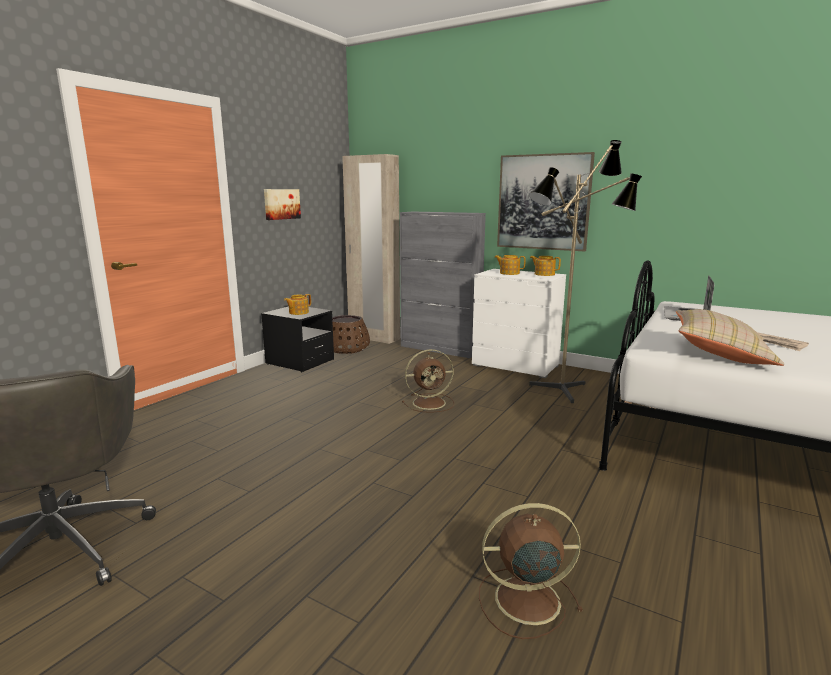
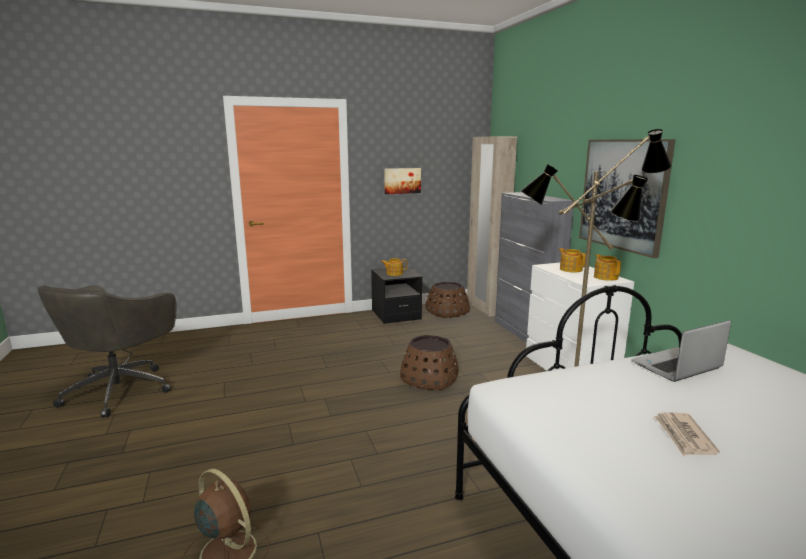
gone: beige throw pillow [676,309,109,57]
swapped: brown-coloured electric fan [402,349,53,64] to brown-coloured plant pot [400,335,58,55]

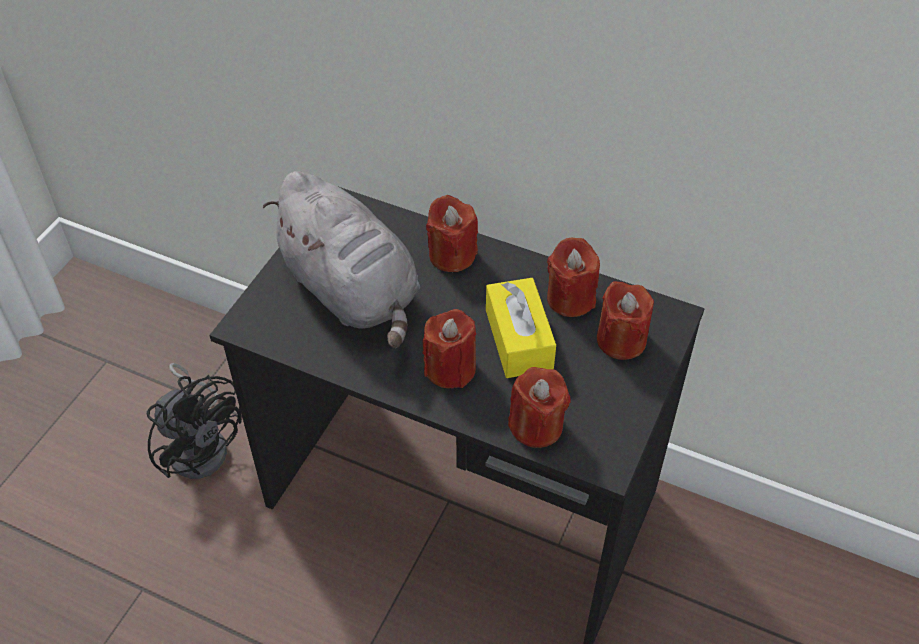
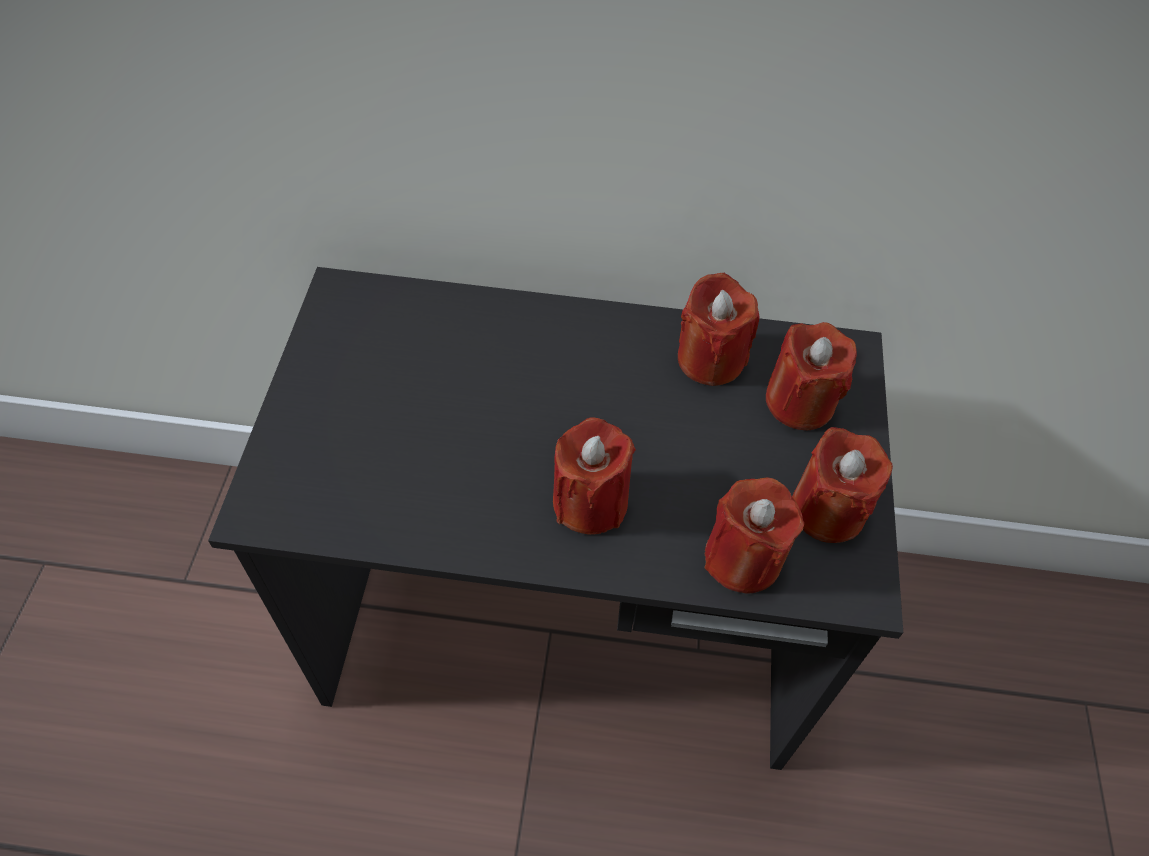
gone: black electric fan [147,363,95,116]; gray plush toy [263,171,157,177]; yellow-coloured tissue box [486,278,70,100]
shifted: reddish candle [426,195,52,77] to [792,427,101,116]

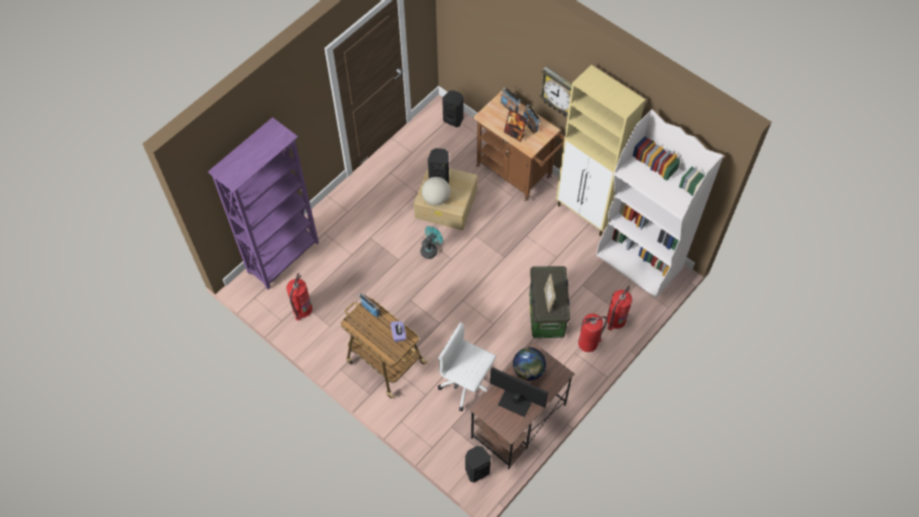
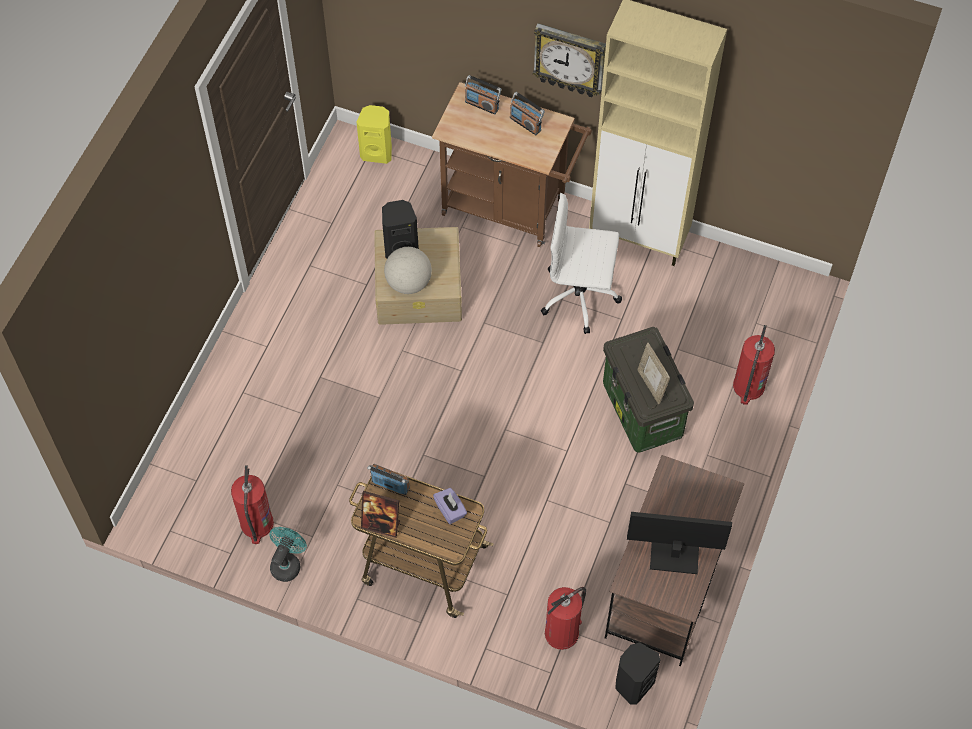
gone: purple bookcase [208,117,111,173]; world globe [513,347,33,34]; whitish bookcase [596,109,128,189]
shifted: blue-green electric fan [420,226,23,33] to [269,527,38,55]; whitish desk chair [438,322,58,89] to [541,193,81,141]; picture frame [504,109,23,33] to [361,491,39,47]; fire extinguisher [578,313,30,39] to [545,587,41,63]
repainted: black loudspeaker [442,90,22,37] to yellow-coloured loudspeaker [356,105,36,59]

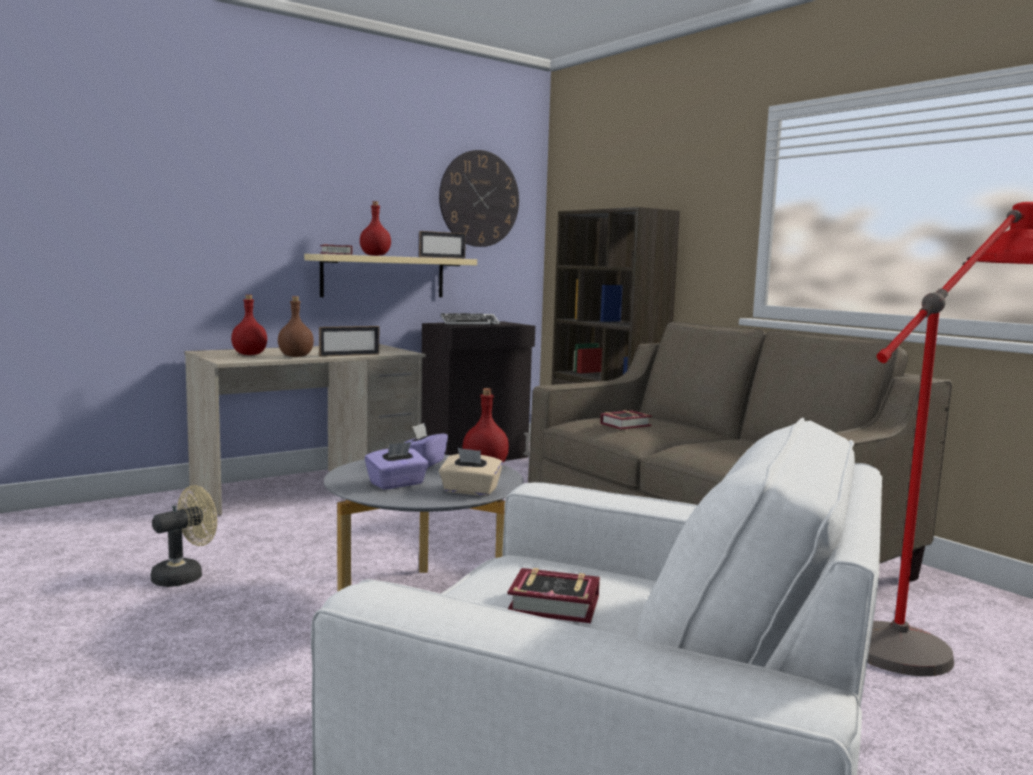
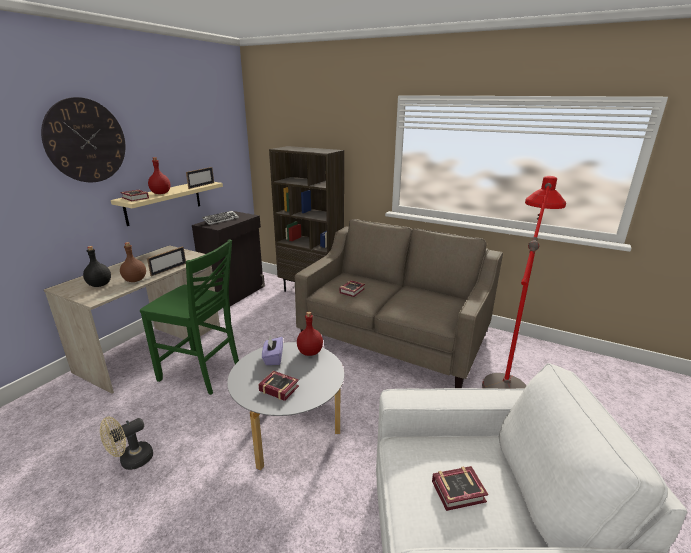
gone: beige tissue box [439,448,64,48]
new: green chair [140,239,99,156]
shifted: clock on the wall [439,150,80,97] to [41,97,85,85]
swapped: purple tissue box [365,442,64,48] to book [258,371,41,30]
repainted: reddish beverage bottle [231,295,36,60] to black beverage bottle [83,246,28,41]
rotated: beige electric fan [151,485,66,102] = [100,417,53,53] 150 degrees counterclockwise

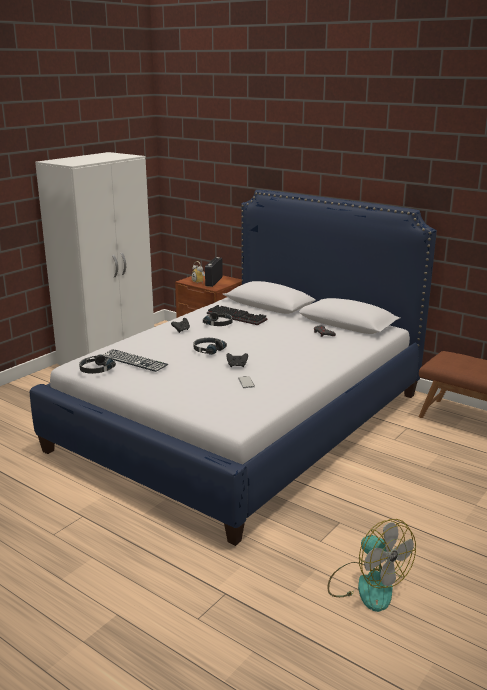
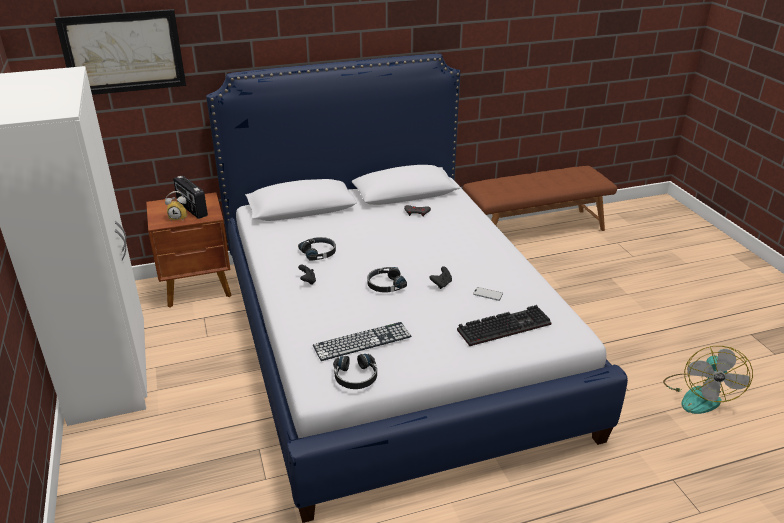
new: picture [54,9,132,86]
shifted: computer keyboard [207,305,60,20] to [457,305,95,41]
rotated: electric fan [327,519,89,93] = [663,346,90,68] 105 degrees clockwise

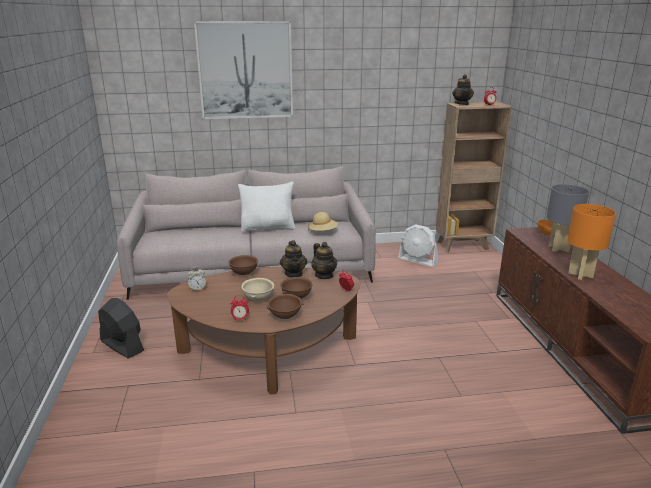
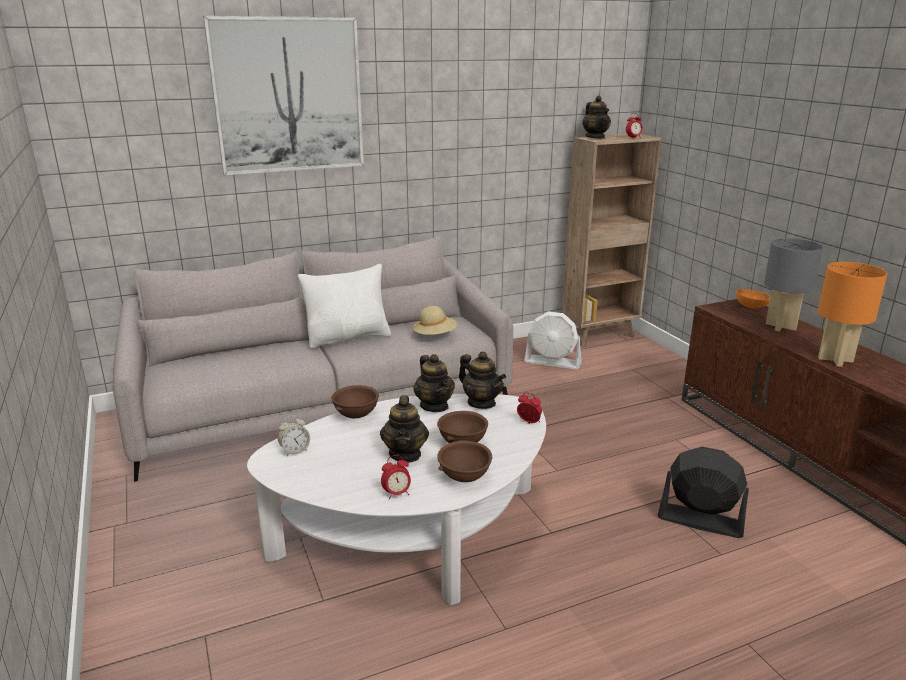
shifted: black electric fan [98,298,46,61] to [658,447,91,91]
swapped: beige serving bowl [242,278,32,23] to tea pot [380,395,49,68]
repainted: brown-coloured coffee table [167,267,193,127] to whitish coffee table [247,394,299,211]

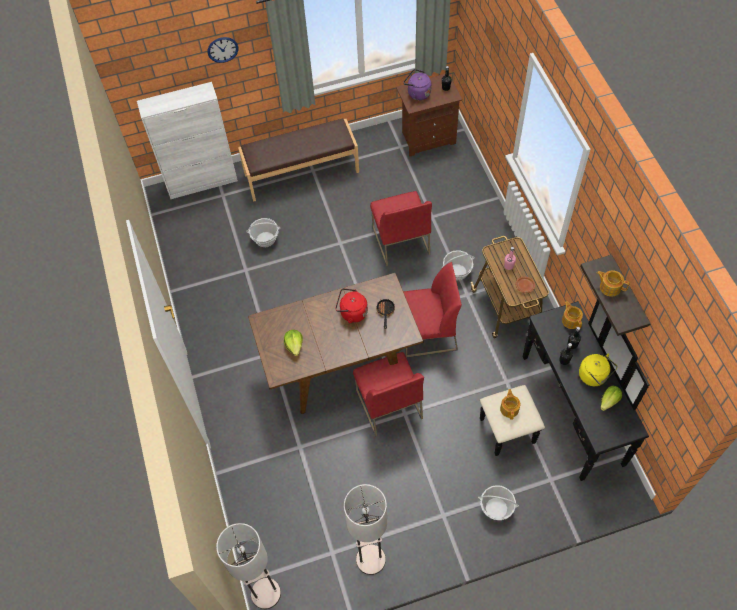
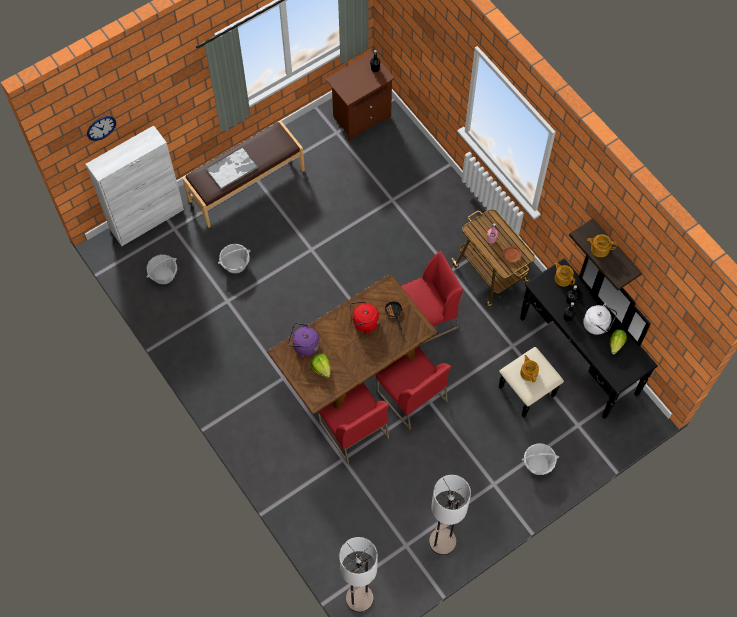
new: serving tray [206,147,52,42]
shifted: clock on the wall [208,37,30,26] to [87,116,29,25]; reddish chair [370,191,62,75] to [318,383,71,81]; purple water kettle [403,69,29,31] to [288,323,31,34]; basket [442,250,33,31] to [146,255,31,29]
repainted: yellow-coloured water kettle [579,354,39,32] to whitish water kettle [583,302,34,33]

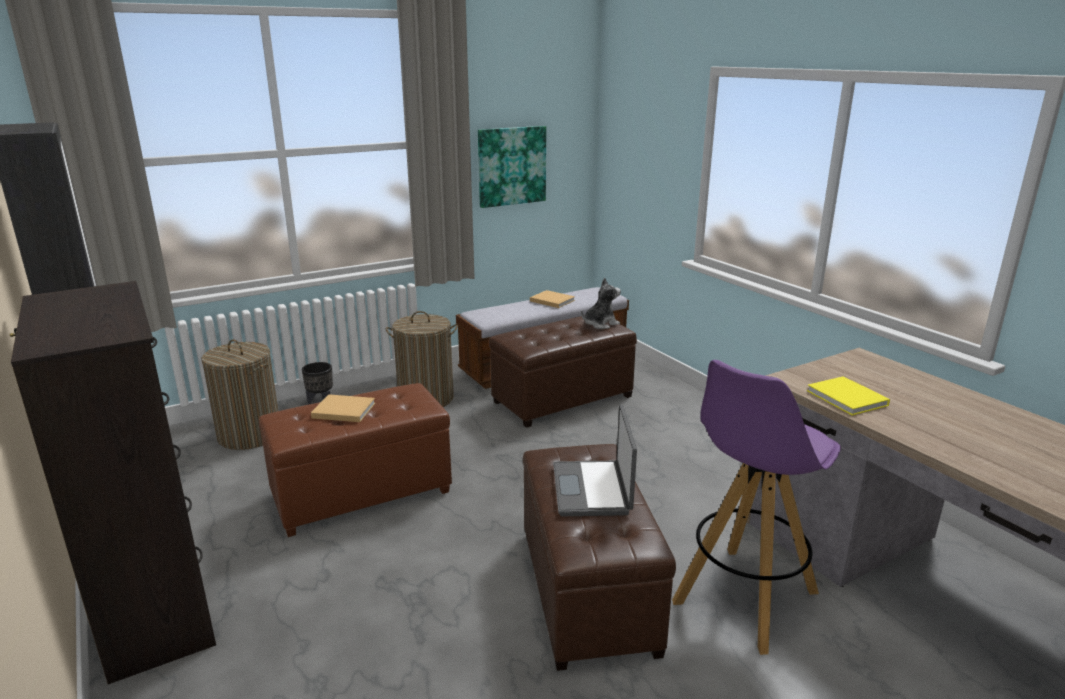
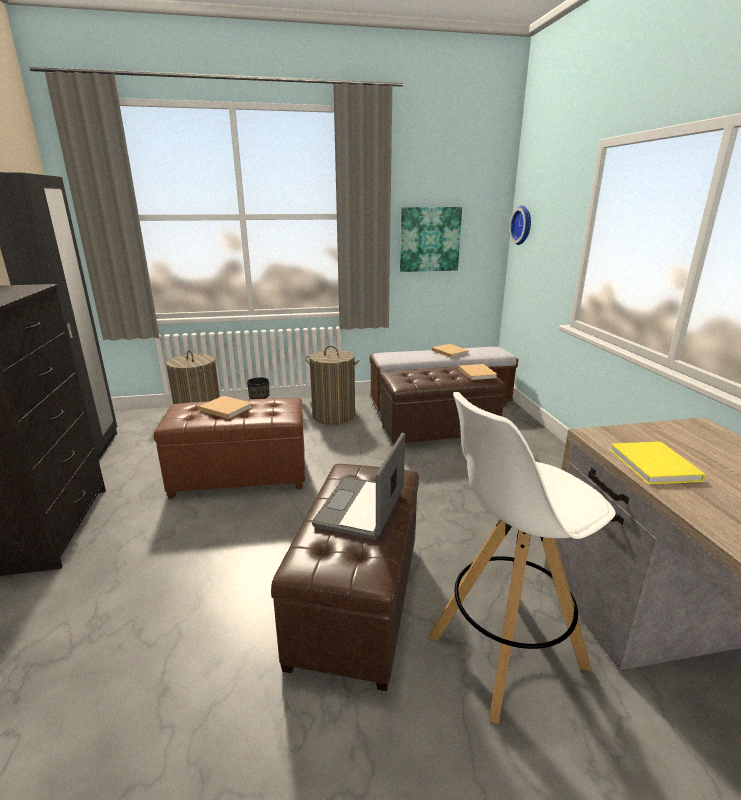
new: clock on the wall [509,206,22,39]
swapped: plush toy [581,278,40,51] to beige book [459,364,39,16]
repainted: purple stool [672,360,169,295] to whitish stool [428,392,188,332]

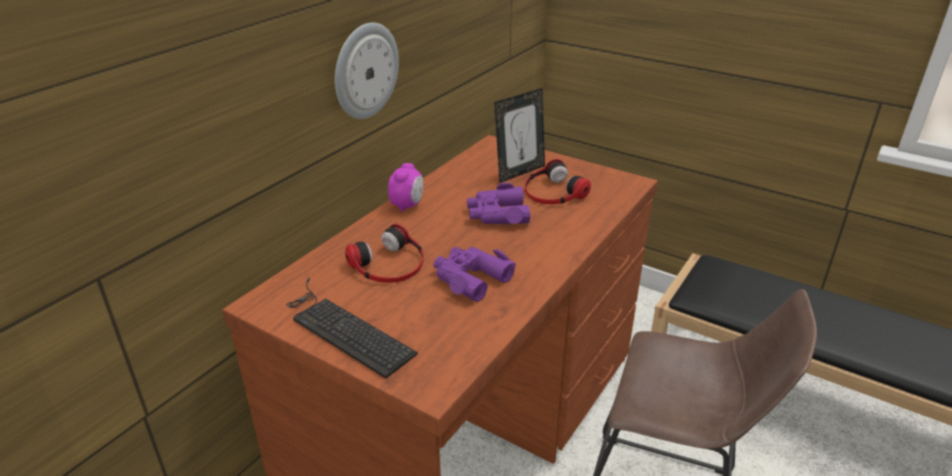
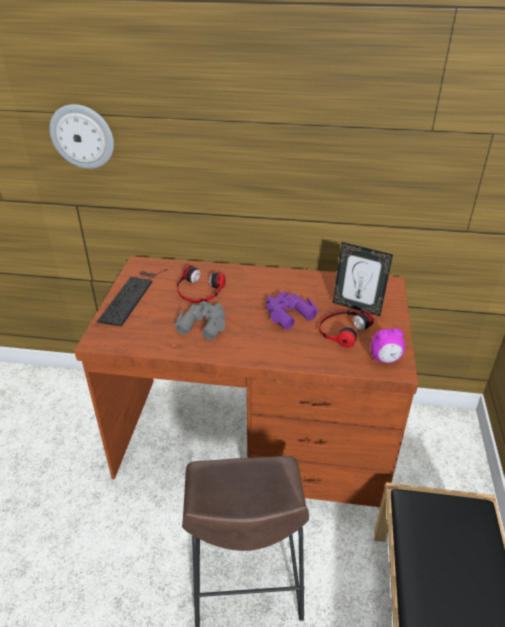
shifted: clock on the wall [335,23,64,96] to [49,104,65,65]; alarm clock [388,163,35,49] to [371,328,34,35]
repainted: purple binoculars [433,247,83,55] to gray binoculars [174,301,52,39]

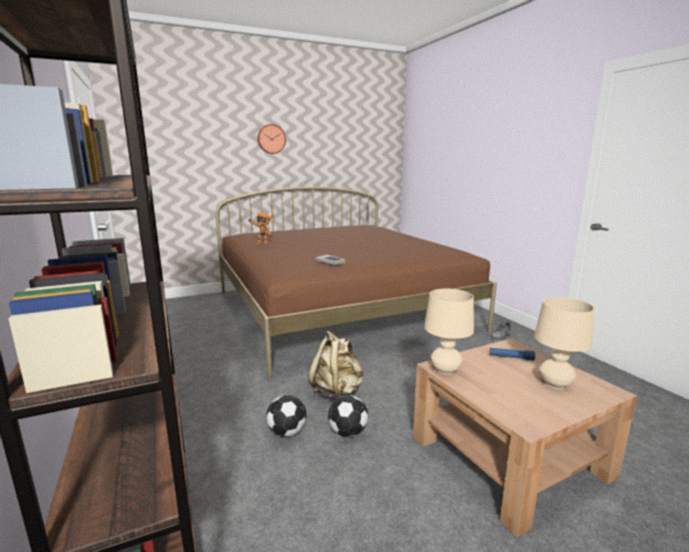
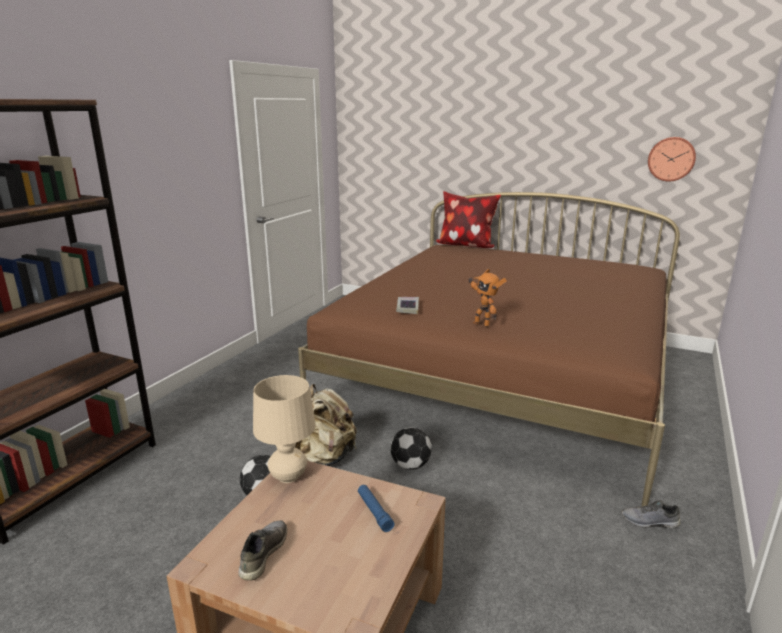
gone: beige table lamp [534,297,60,92]
new: gray shoe [239,520,48,61]; throw pillow [435,191,66,57]
shifted: model robot [248,211,26,34] to [468,269,39,58]; clock on the wall [257,124,29,30] to [648,137,48,45]; football ball [266,395,40,42] to [390,427,42,43]

